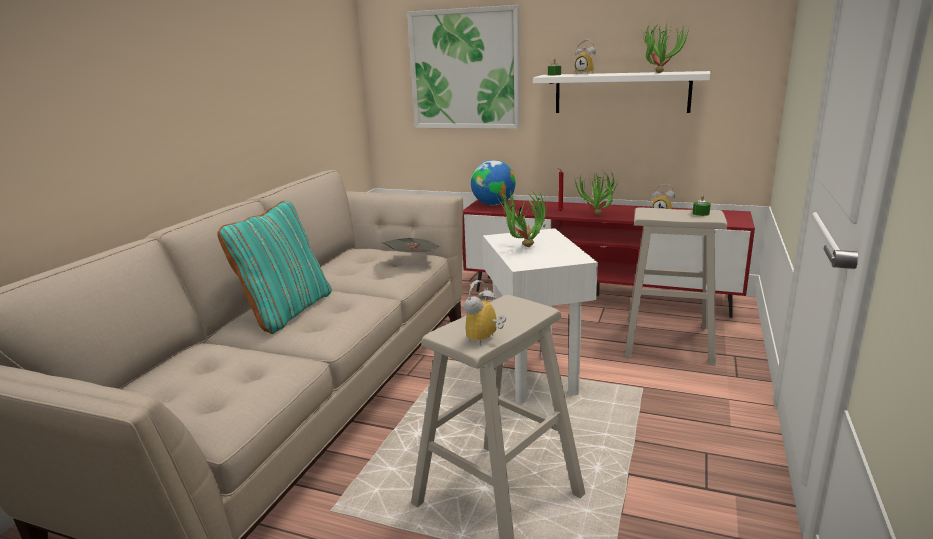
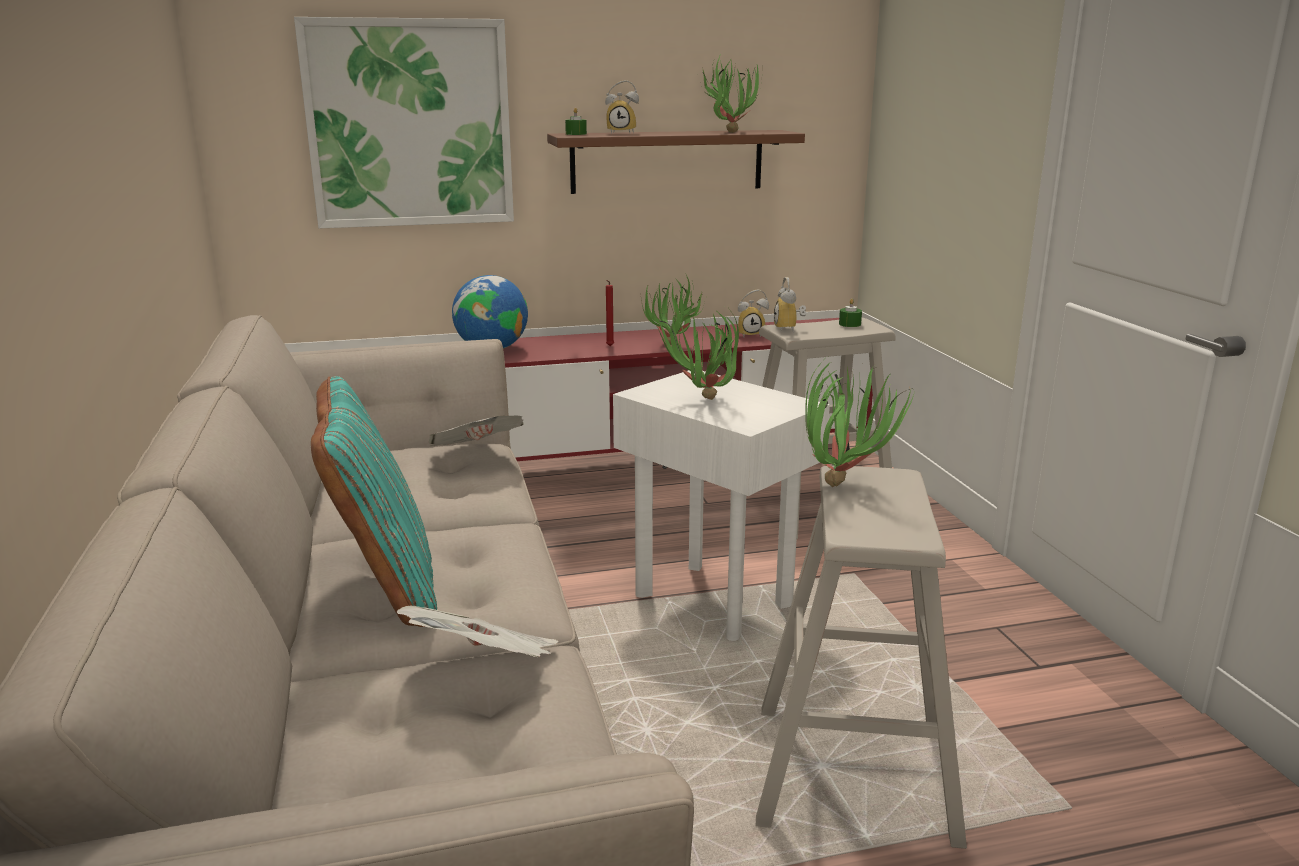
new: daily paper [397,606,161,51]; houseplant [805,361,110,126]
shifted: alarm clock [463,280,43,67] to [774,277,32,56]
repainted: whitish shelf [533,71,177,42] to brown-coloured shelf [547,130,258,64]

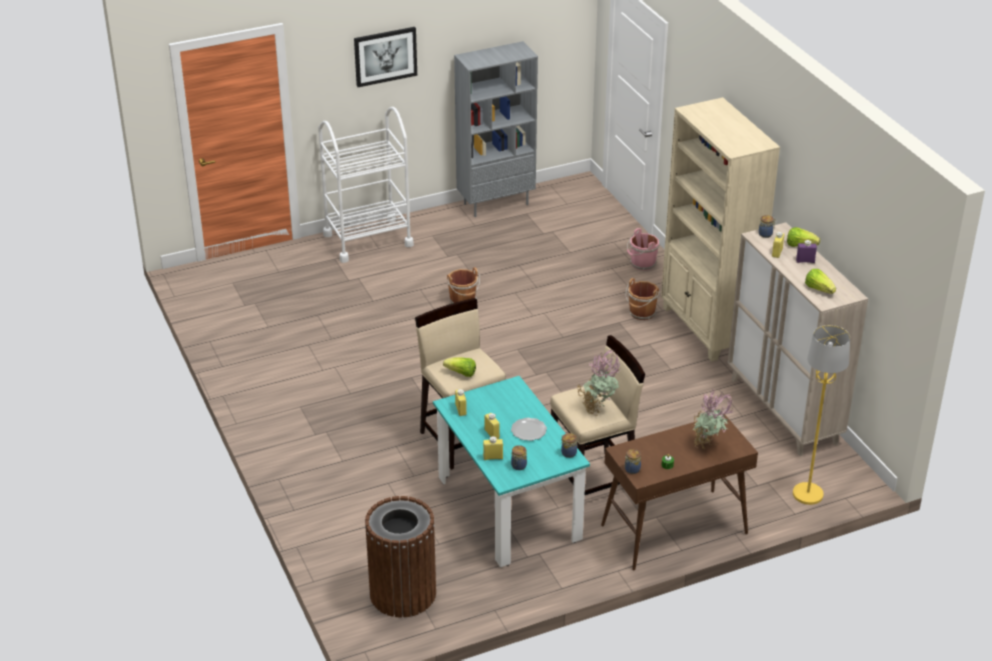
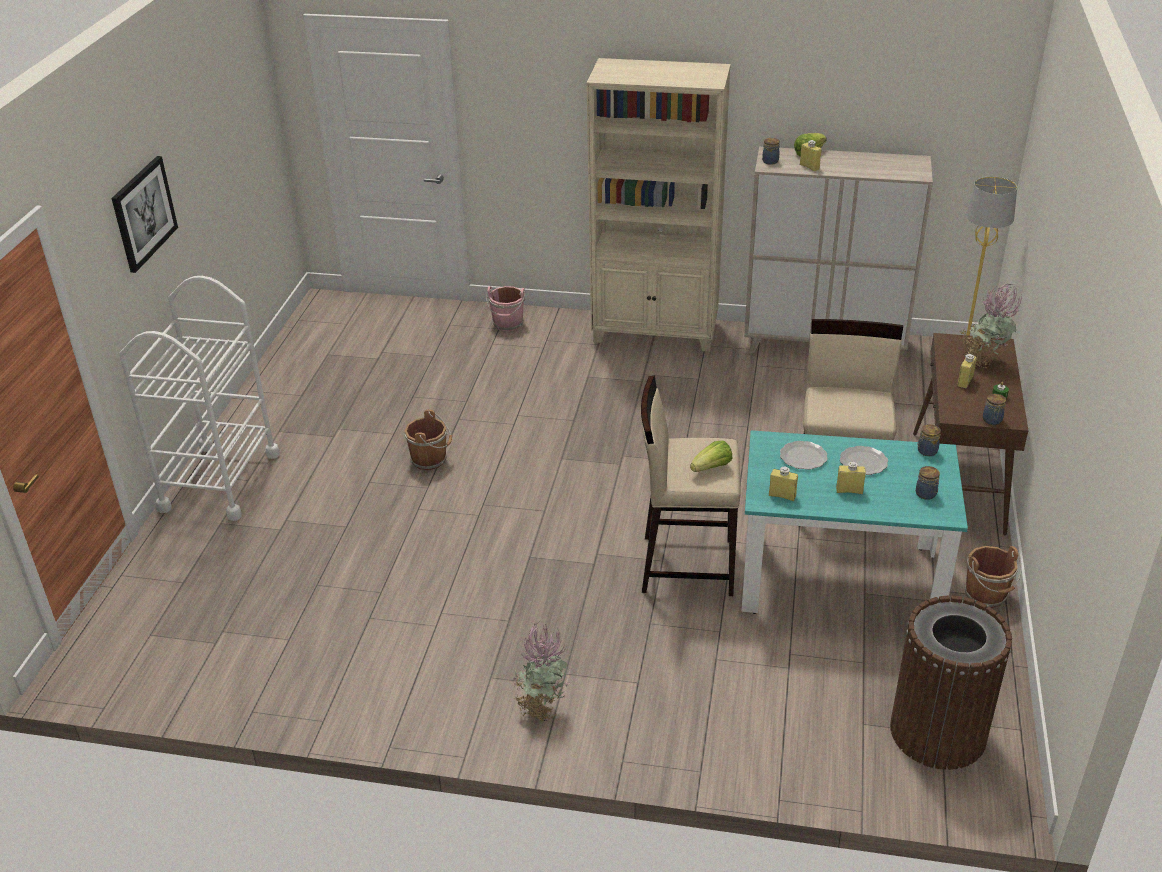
gone: gray bookcase [454,41,84,176]; purple beverage bottle [796,240,21,23]; lettuce head [805,269,31,25]
new: dinner plate [780,441,48,29]
shifted: yellow-coloured beverage bottle [483,436,20,24] to [958,354,19,34]; houseplant [577,350,43,66] to [514,623,57,98]; brown-coloured bucket [626,278,33,42] to [965,546,57,62]

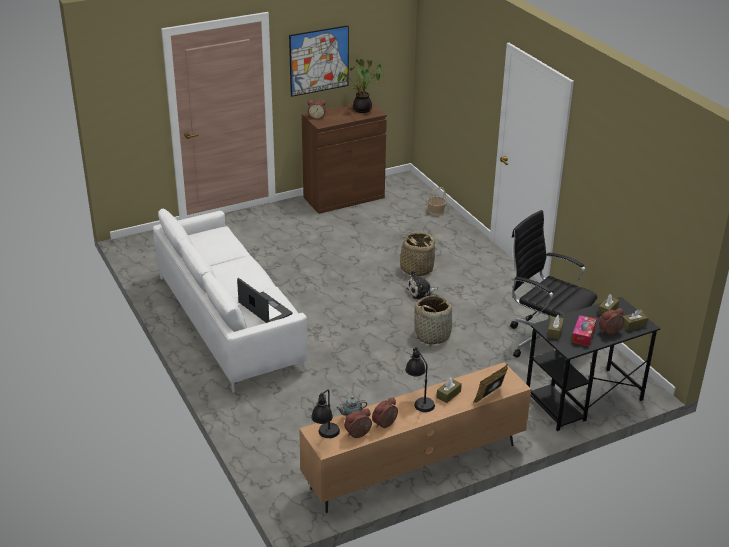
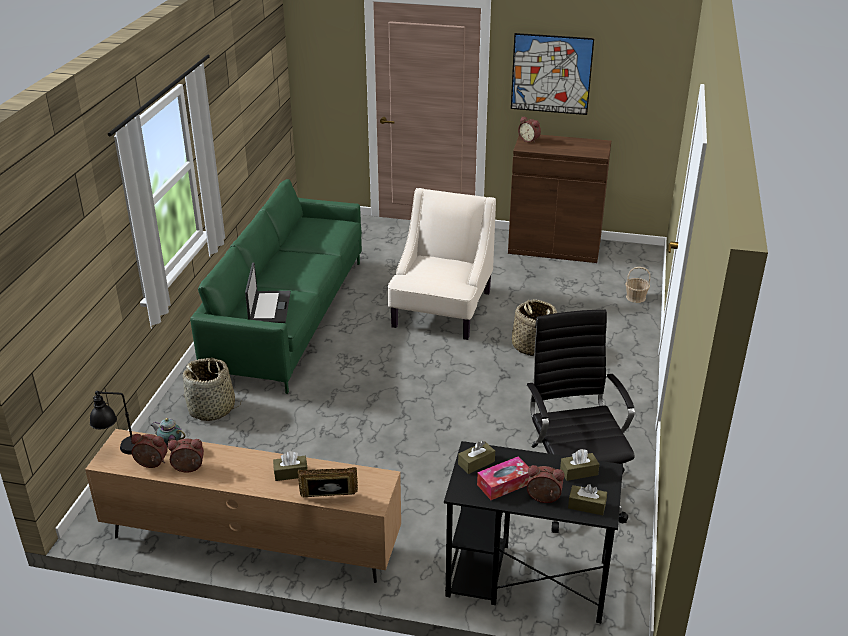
gone: houseplant [337,59,47,54]; black table lamp [405,347,30,65]; plush toy [407,271,31,29]
new: beige easy chair [388,188,108,152]
shifted: basket [412,294,45,51] to [182,358,59,63]
repainted: whitish sofa [153,209,155,184] to green sofa [190,179,172,215]

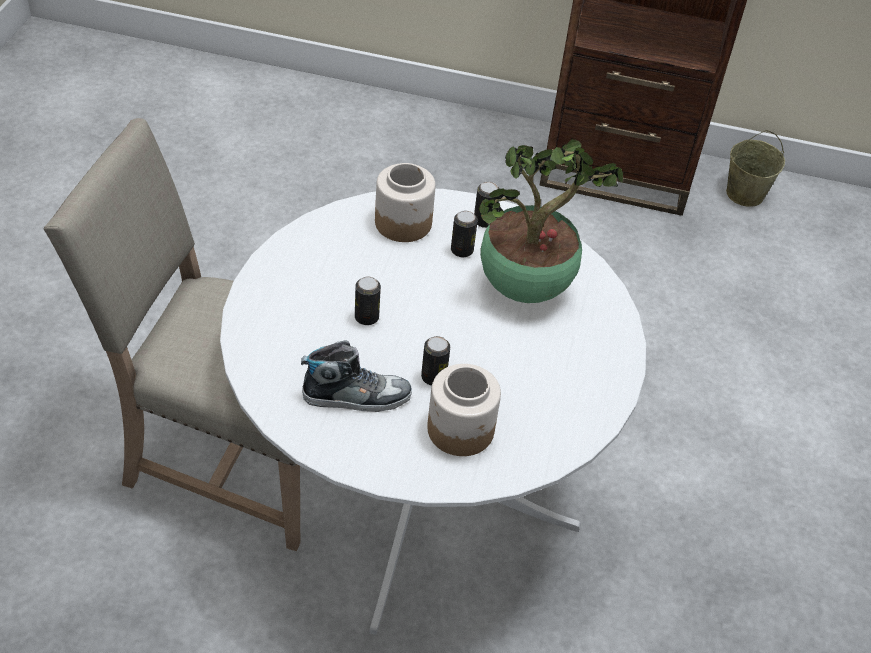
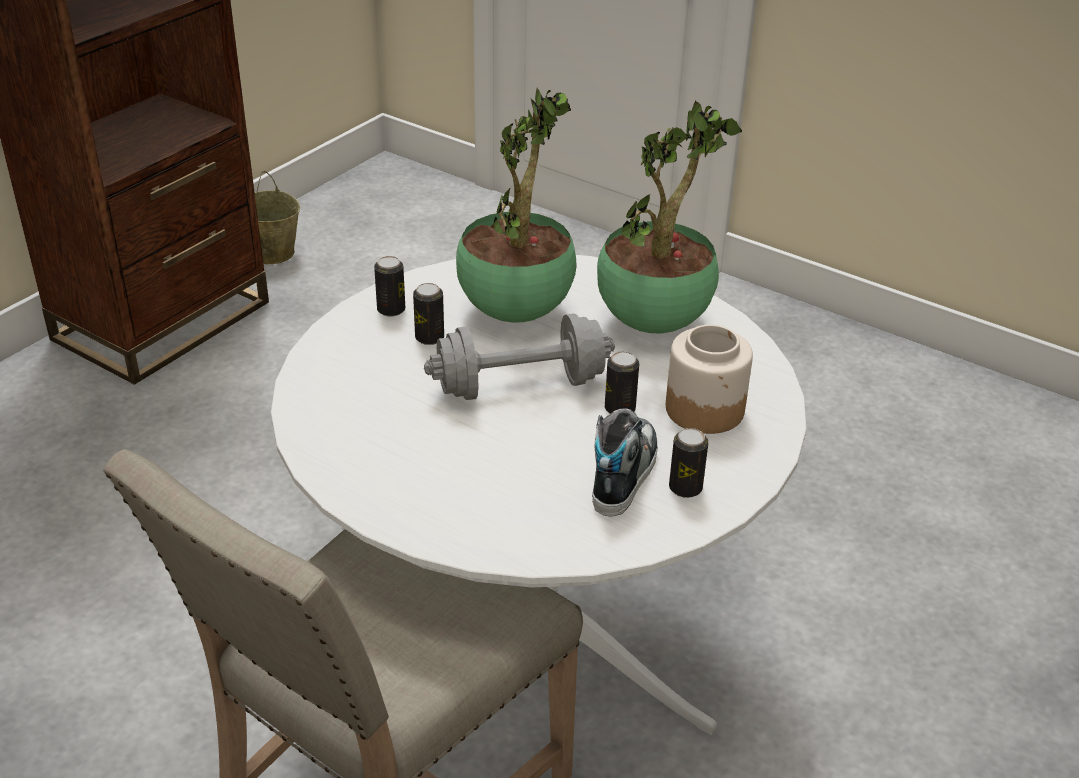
gone: preserve jar [375,163,61,79]
new: gray free weight [424,314,191,86]; houseplant [597,101,145,232]
shifted: metal can [355,276,26,49] to [669,428,39,70]

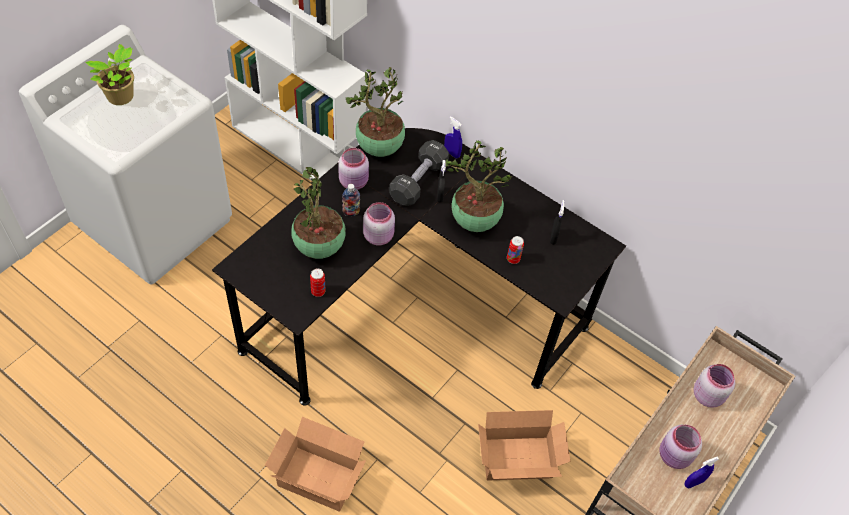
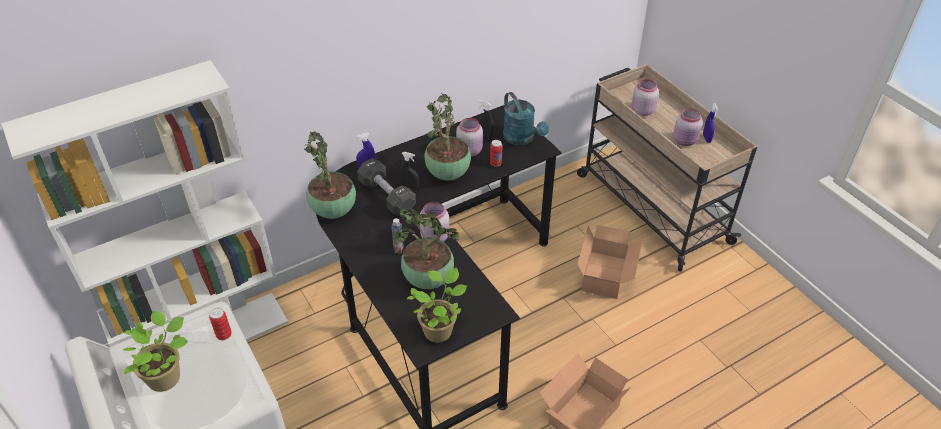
new: houseplant [407,268,60,75]; blue-green watering pot [503,92,46,53]
shifted: metal can [310,268,16,29] to [209,308,23,32]; pink-coloured preserve jar [338,148,31,42] to [456,118,27,39]

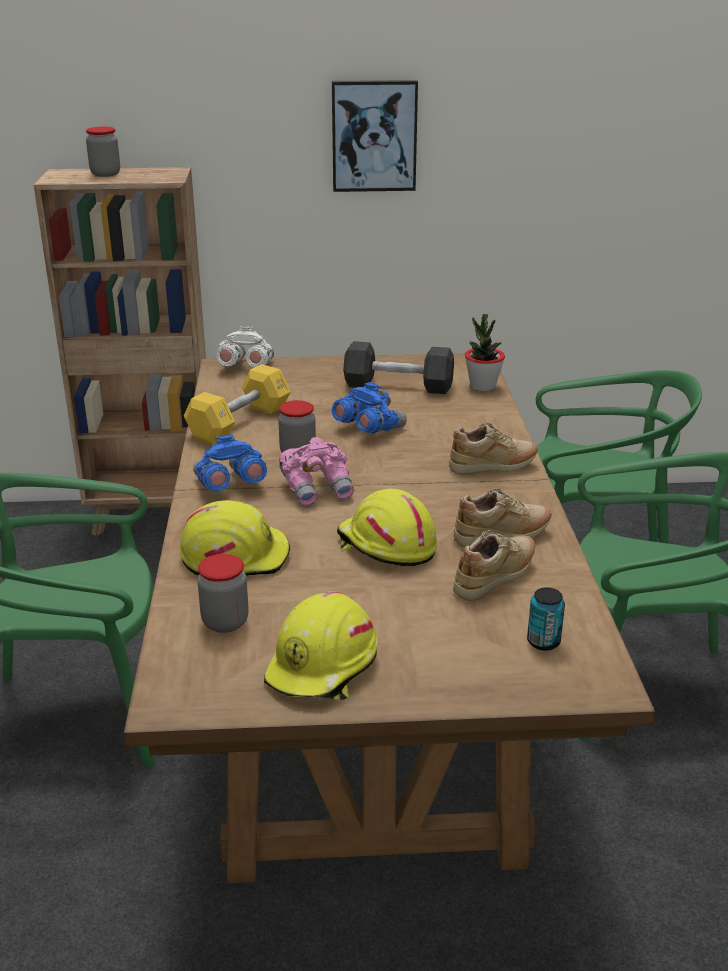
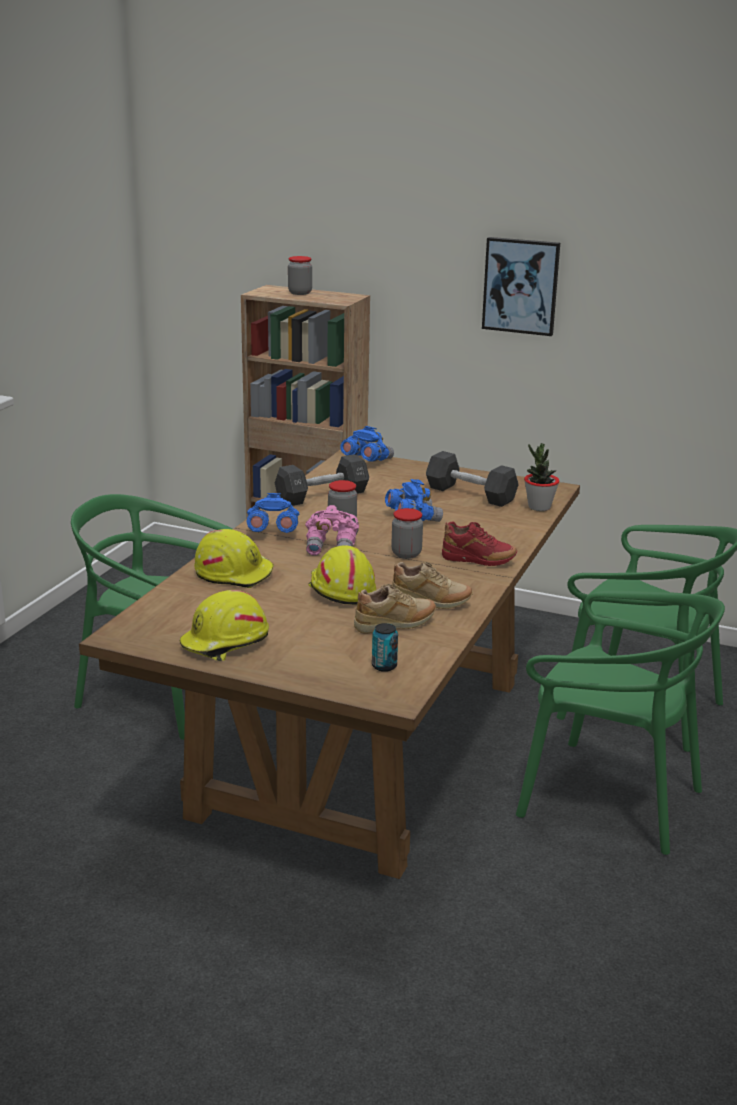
shifted: preserve jar [197,554,52,79] to [391,508,32,51]
repainted: yellow-coloured free weight [184,364,107,81] to black free weight [275,454,94,52]; whitish binoculars [216,326,58,42] to bluish binoculars [340,426,54,36]; beige shoe [449,423,89,51] to reddish shoe [442,521,75,45]

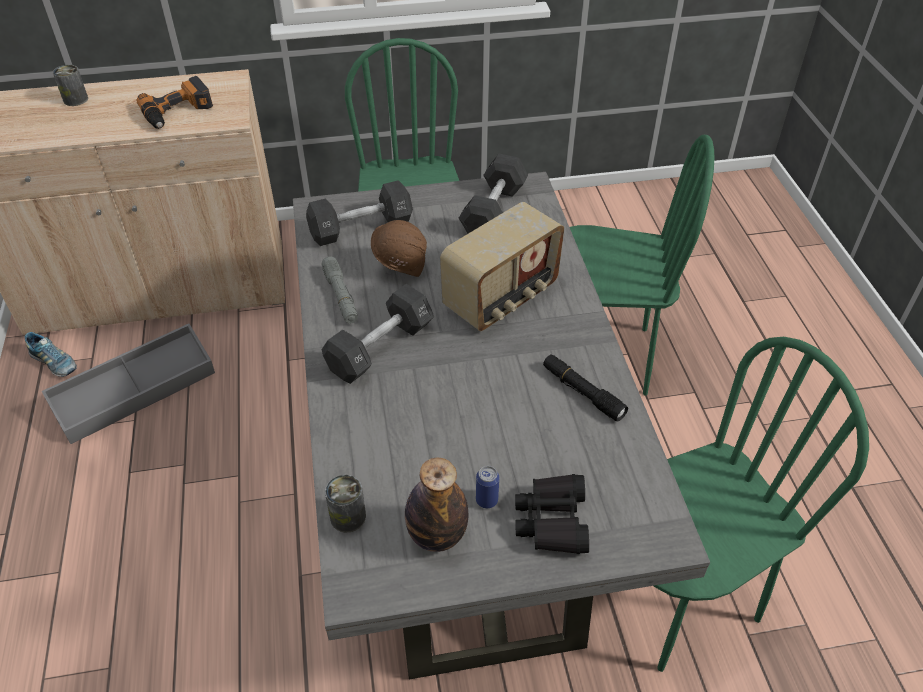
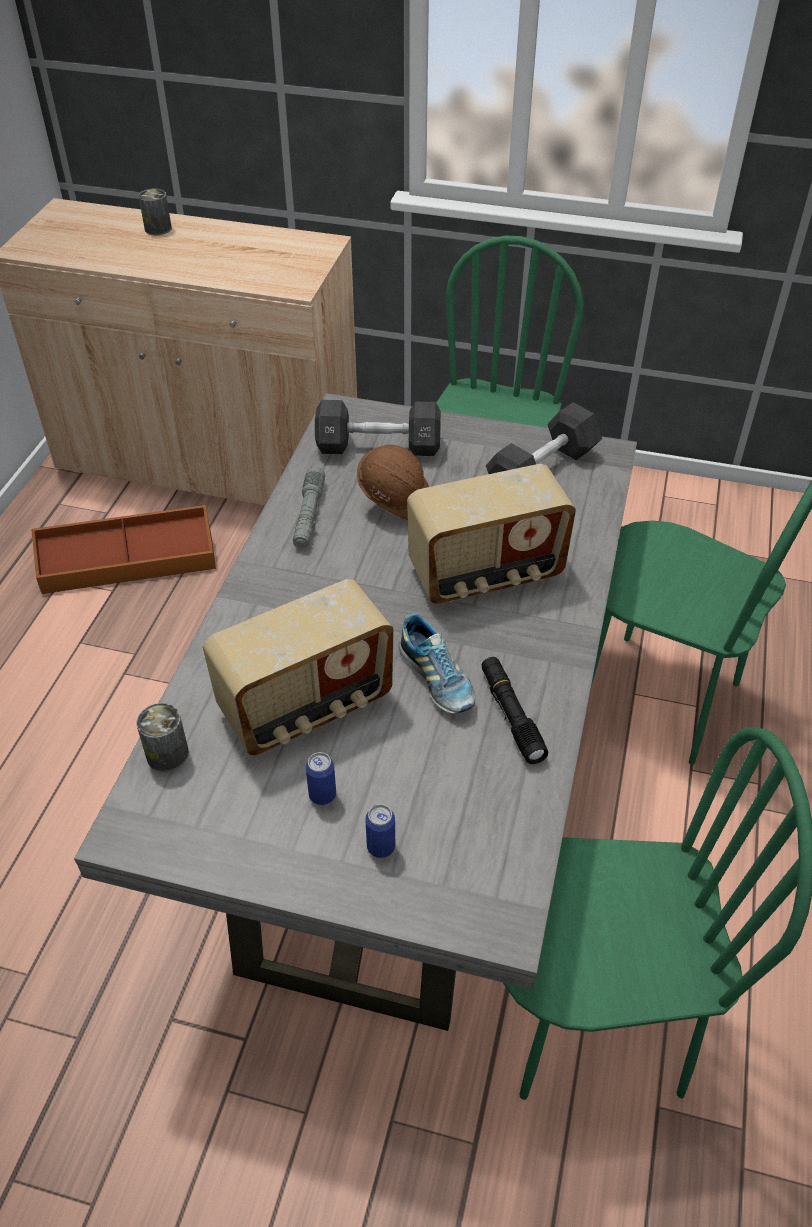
gone: drill [136,76,77,53]; black free weight [322,284,112,100]; beverage bottle [405,457,63,95]
new: radio set [203,579,191,177]
shifted: shoe [25,332,52,45] to [399,613,76,101]
swapped: black binoculars [515,474,74,80] to metal can [365,804,30,54]
repainted: gray storage box [42,323,173,121] to brown-coloured storage box [31,505,185,89]

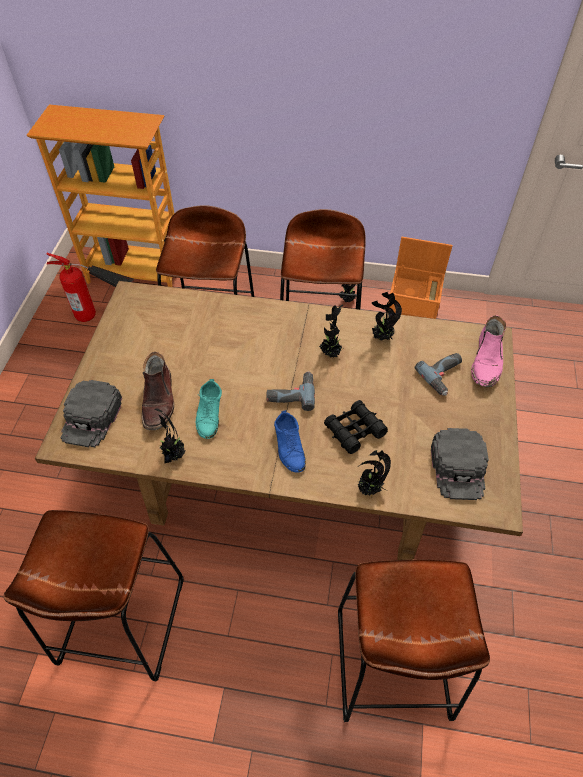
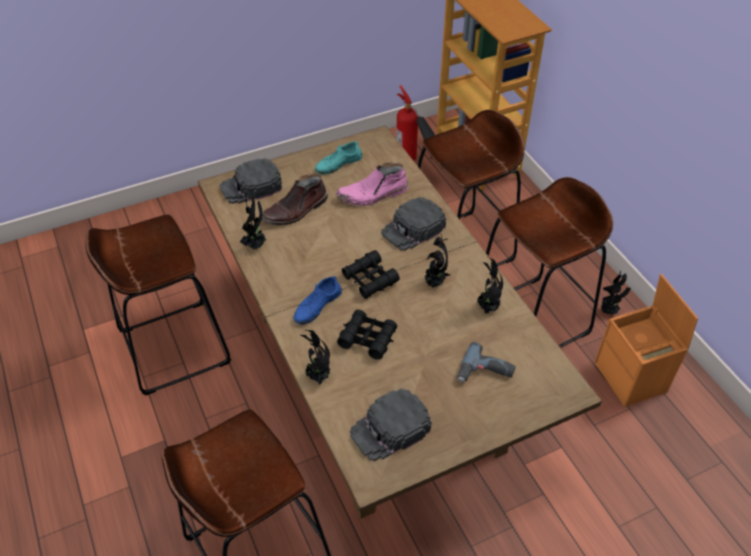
new: black cap [381,197,65,54]
shifted: blue-green shoe [196,379,26,60] to [315,141,48,33]; pink-coloured tall boot [471,316,35,71] to [336,163,72,43]
swapped: drill [266,372,49,39] to black binoculars [342,250,58,49]

